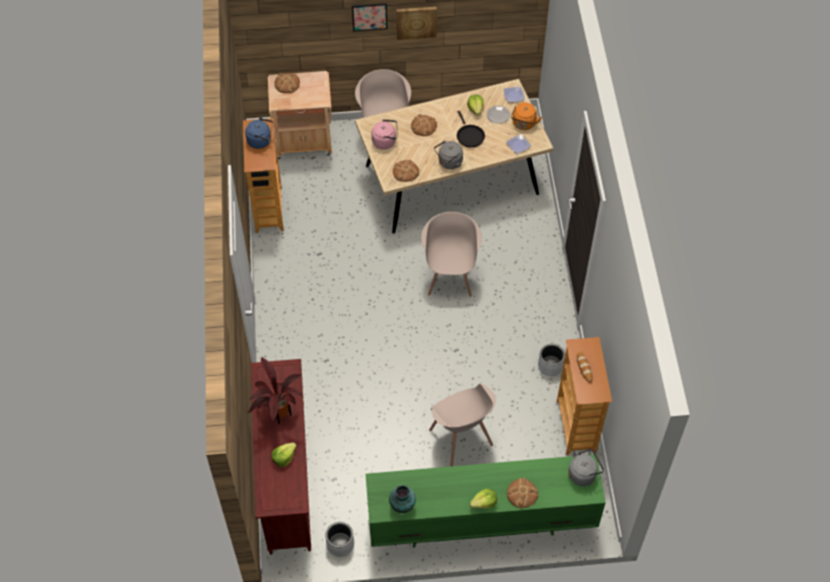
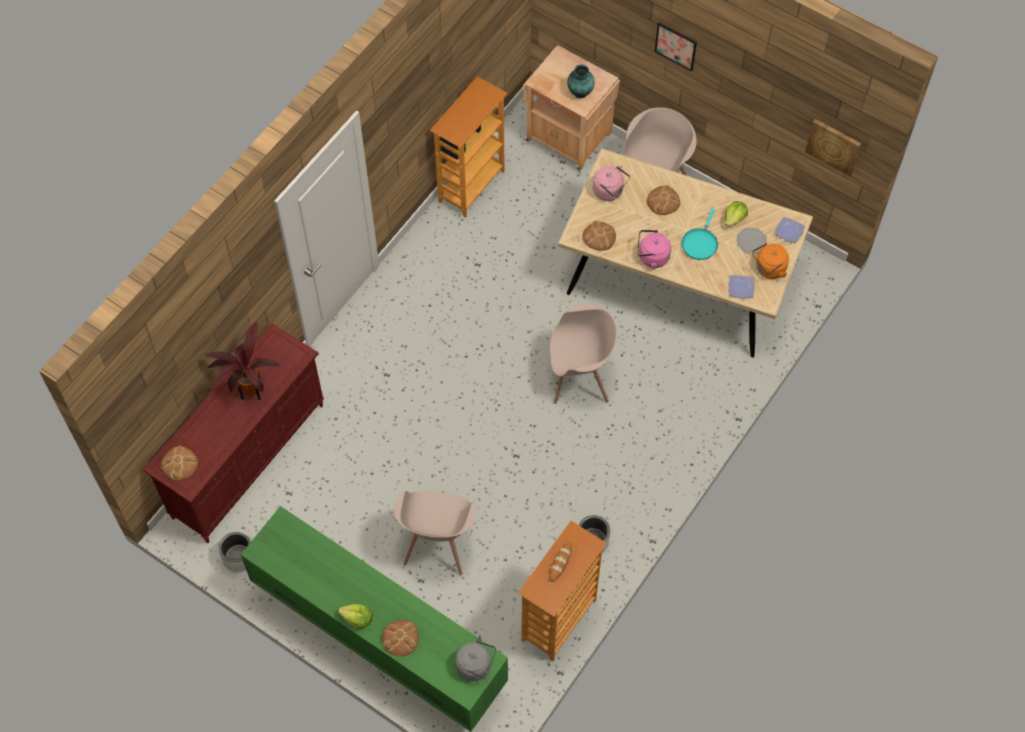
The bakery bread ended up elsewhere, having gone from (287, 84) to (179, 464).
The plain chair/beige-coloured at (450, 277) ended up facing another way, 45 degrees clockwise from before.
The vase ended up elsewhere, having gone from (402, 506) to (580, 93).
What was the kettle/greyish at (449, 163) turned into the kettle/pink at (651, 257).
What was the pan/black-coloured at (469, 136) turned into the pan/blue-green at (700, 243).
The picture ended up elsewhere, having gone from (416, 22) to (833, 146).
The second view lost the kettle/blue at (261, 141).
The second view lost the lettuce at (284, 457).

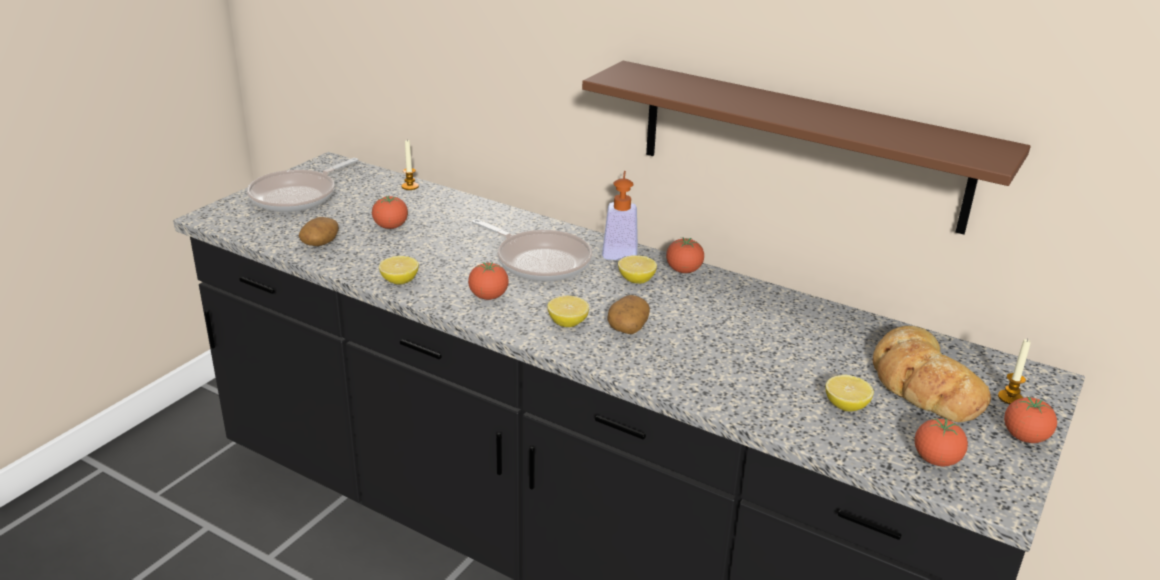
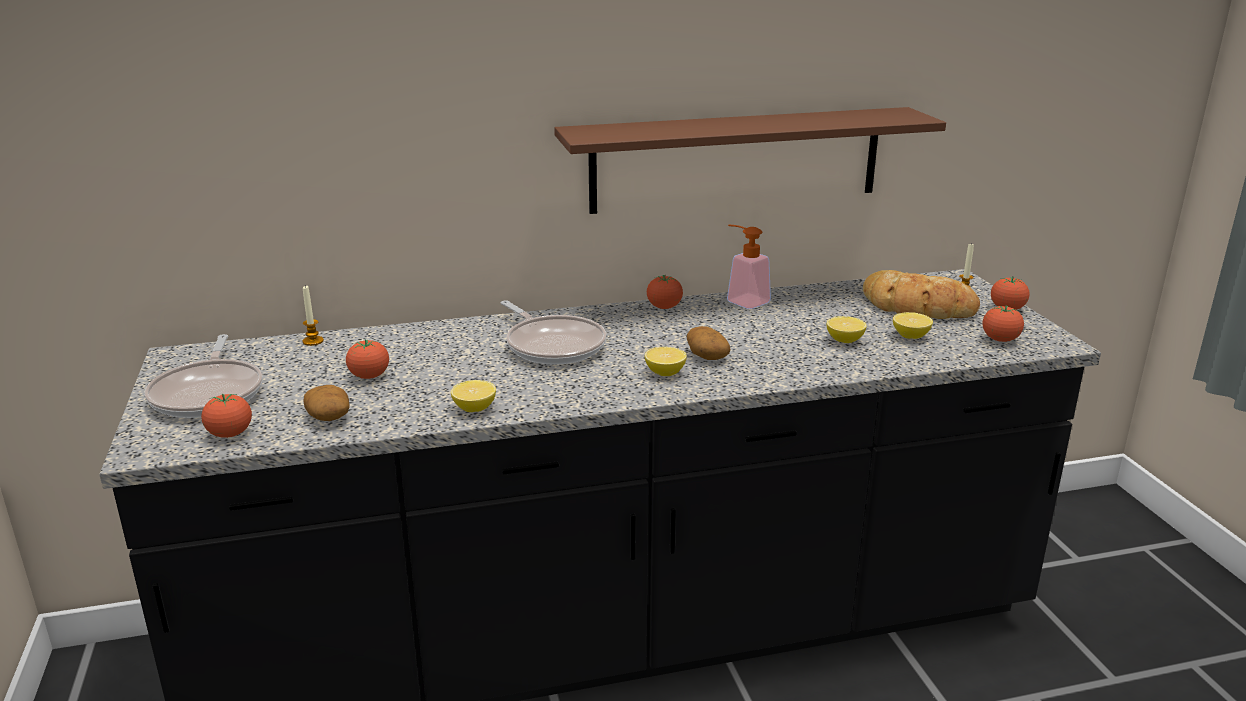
The whole tomato ended up elsewhere, having gone from (488, 297) to (230, 434).
The pan at (539, 261) ended up facing another way, 60 degrees clockwise from before.
The soap dispenser ended up elsewhere, having gone from (620, 250) to (743, 300).
The citrus fruit ended up elsewhere, having gone from (636, 280) to (844, 340).

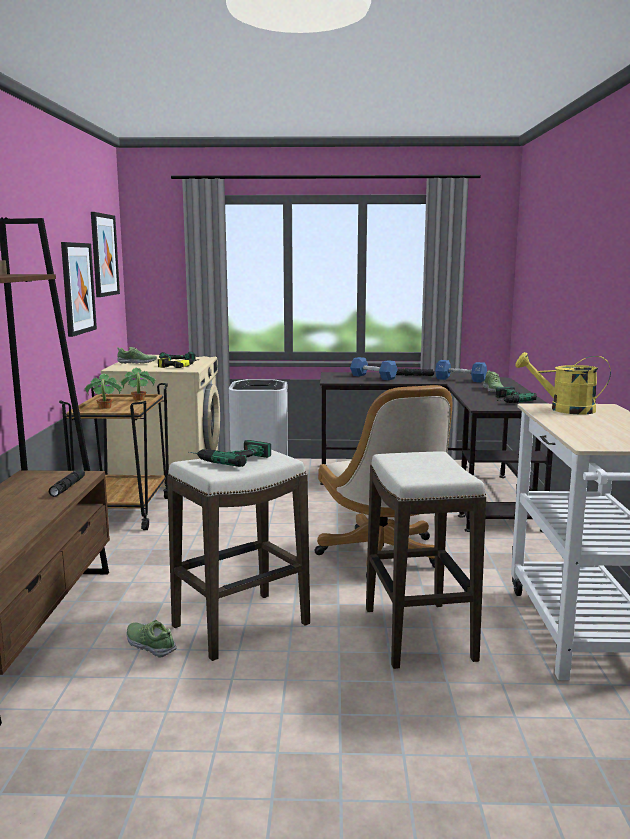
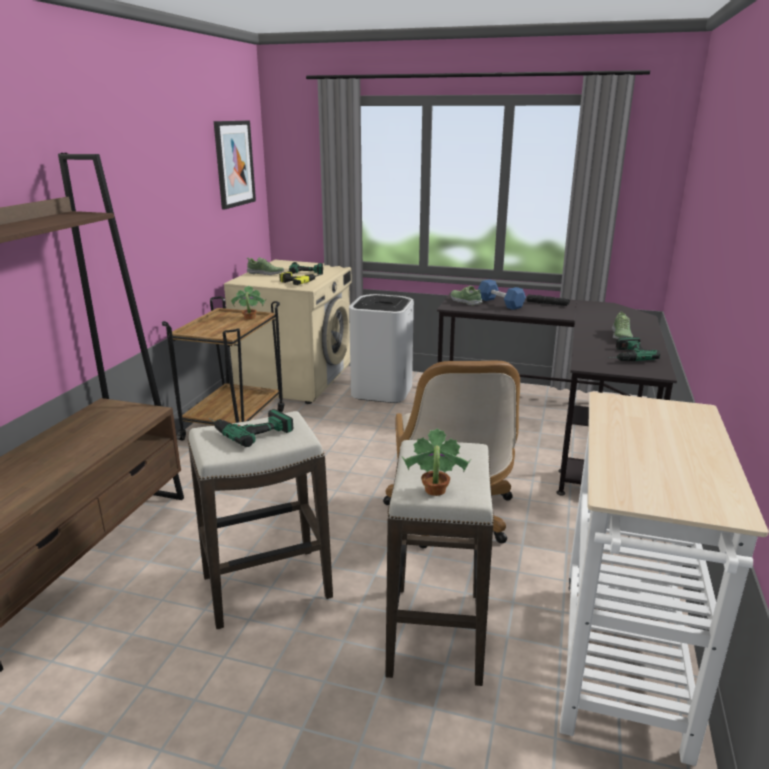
The plant in a pot ended up elsewhere, having gone from (104, 407) to (434, 490).
The low shoe ended up elsewhere, having gone from (150, 645) to (465, 301).
The second view lost the hand torch/black-coloured at (68, 487).
The second view lost the picture at (77, 288).
The second view lost the dumbbell/blue at (460, 380).
The second view lost the watering can/yellow at (564, 409).

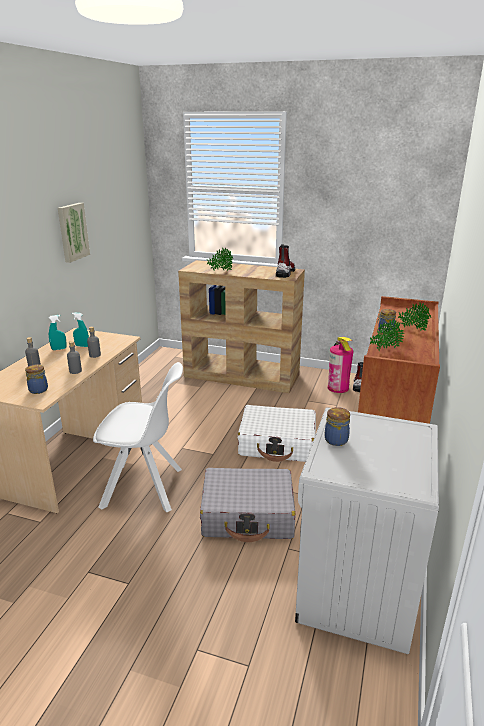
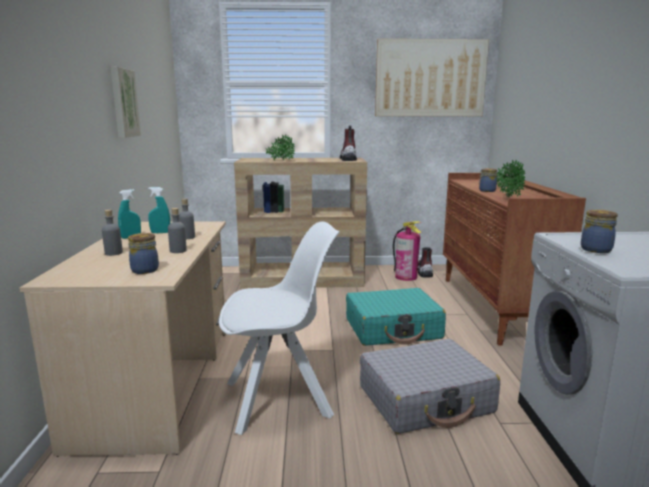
What was the piece of luggage/white-coloured at (277, 443) turned into the piece of luggage/blue-green at (393, 329).
The second view gained the picture at (430, 78).

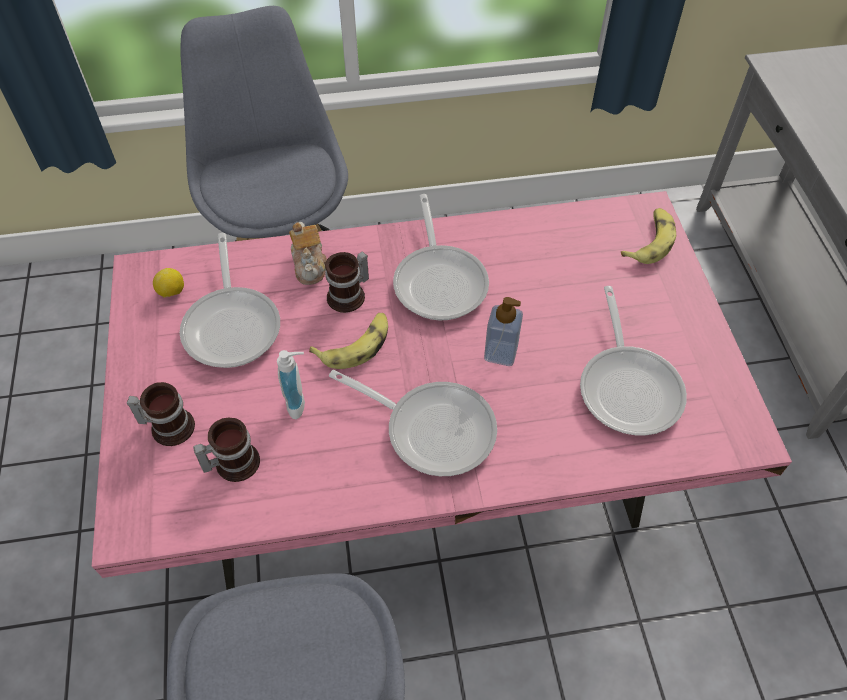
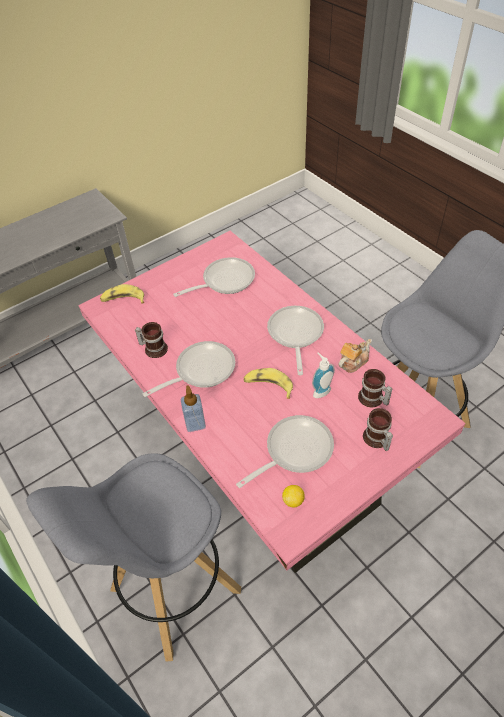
The mug ended up elsewhere, having gone from (350, 296) to (154, 348).
The soap dispenser ended up elsewhere, having gone from (500, 353) to (195, 423).
The teapot ended up elsewhere, having gone from (310, 265) to (353, 362).

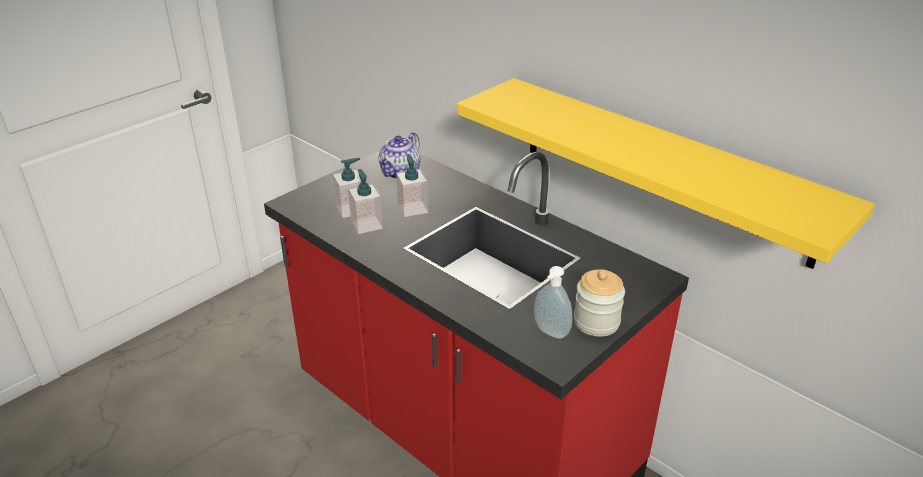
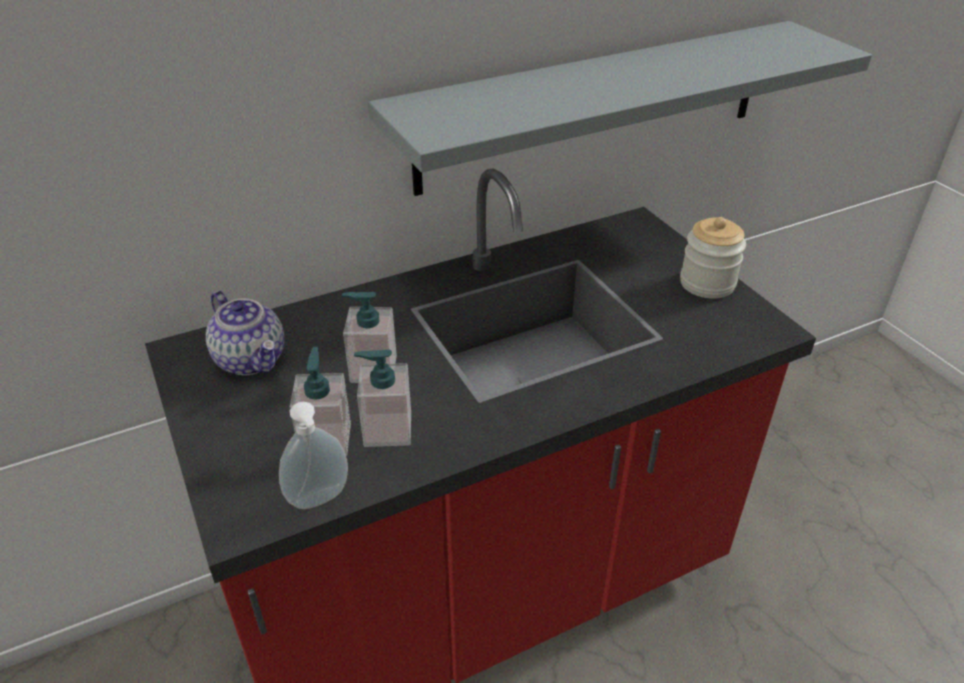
The soap dispenser ended up elsewhere, having gone from (550, 333) to (320, 500).
What was the wall shelf/yellow at (661, 168) turned into the wall shelf/greyish at (596, 106).

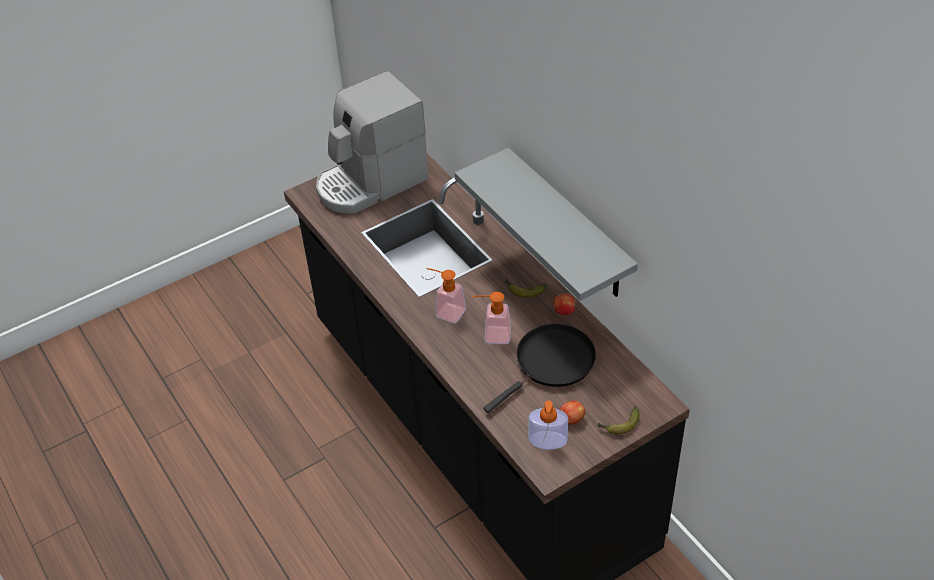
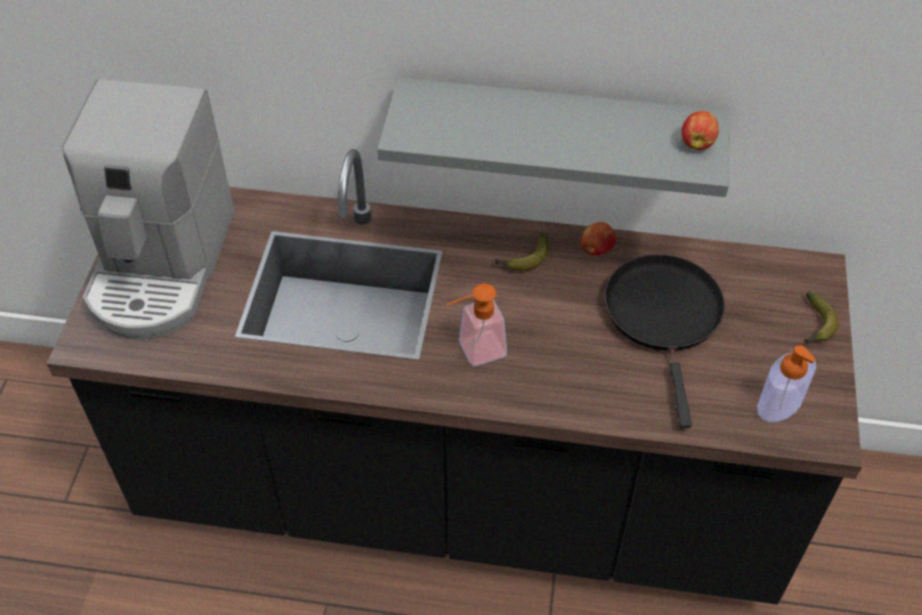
The whole apple ended up elsewhere, having gone from (572, 419) to (697, 143).
The second view lost the soap dispenser at (492, 335).

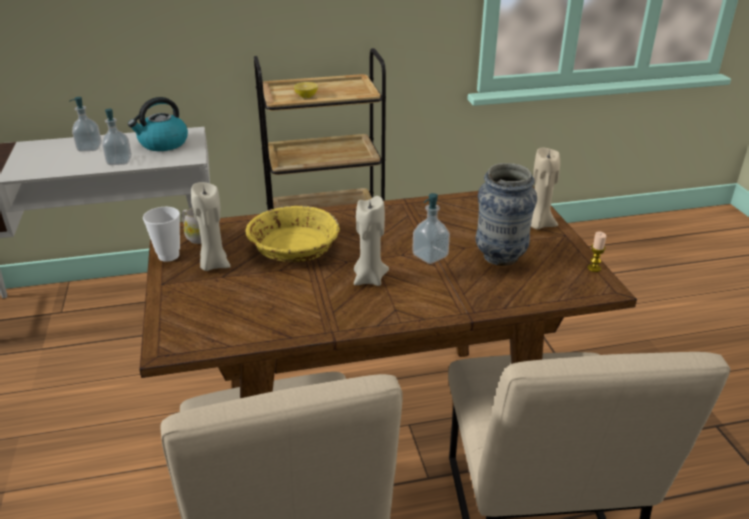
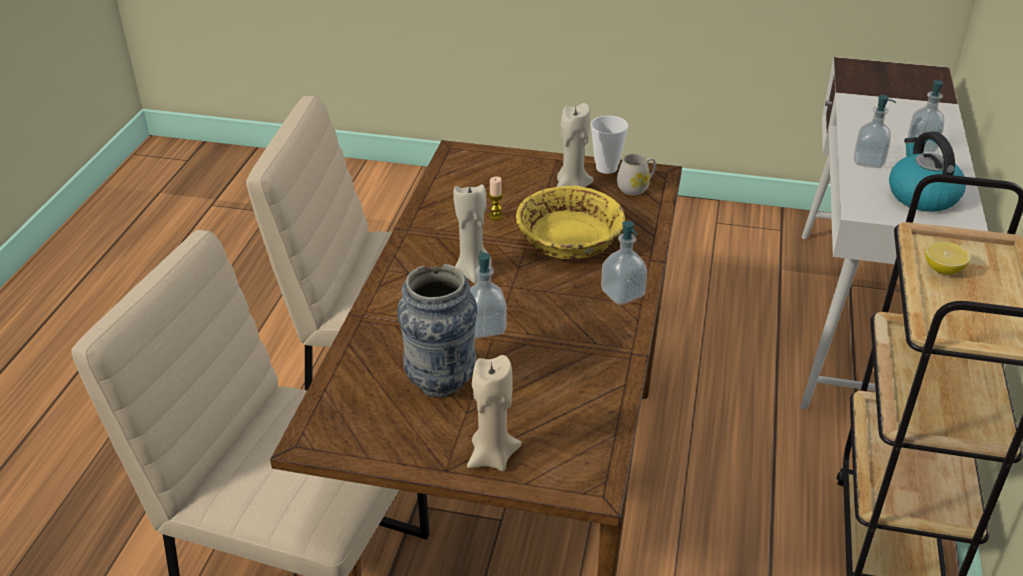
The wax light ended up elsewhere, having gone from (594, 268) to (495, 216).
The second view gained the soap dispenser at (622, 294).

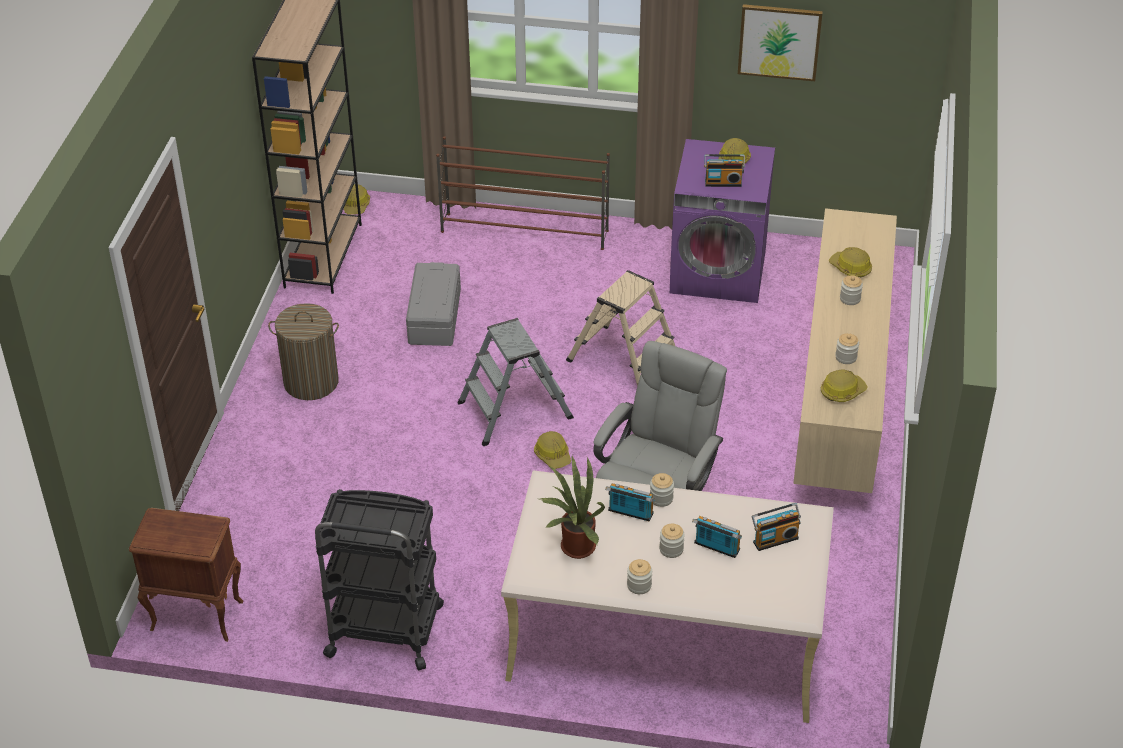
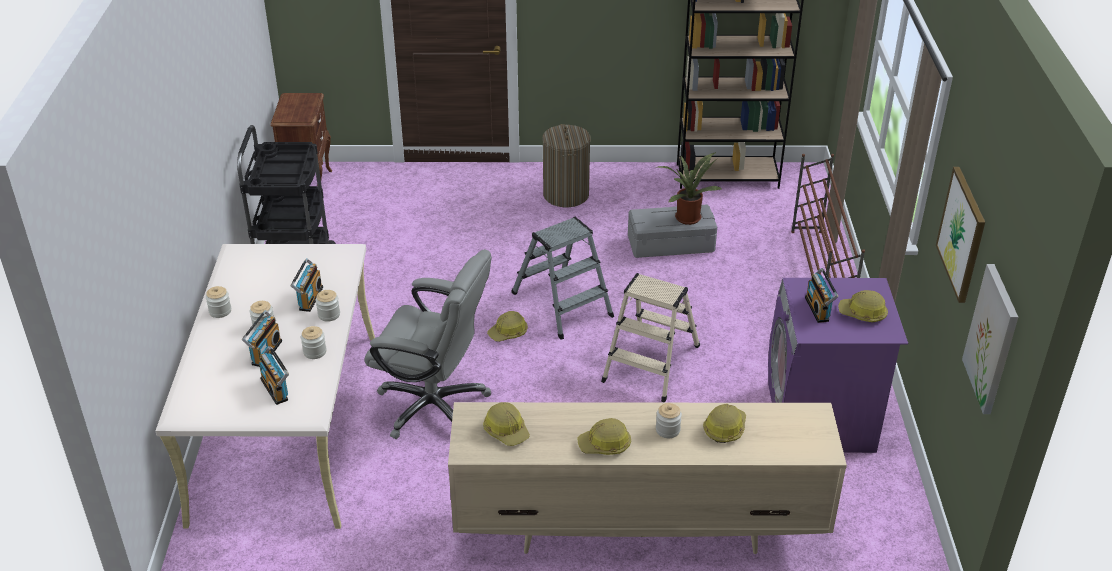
The jar ended up elsewhere, having gone from (846, 357) to (315, 352).
The work helmet ended up elsewhere, having gone from (355, 205) to (605, 445).
The plant in a pot ended up elsewhere, having gone from (574, 547) to (687, 216).
The second view gained the picture at (992, 339).

